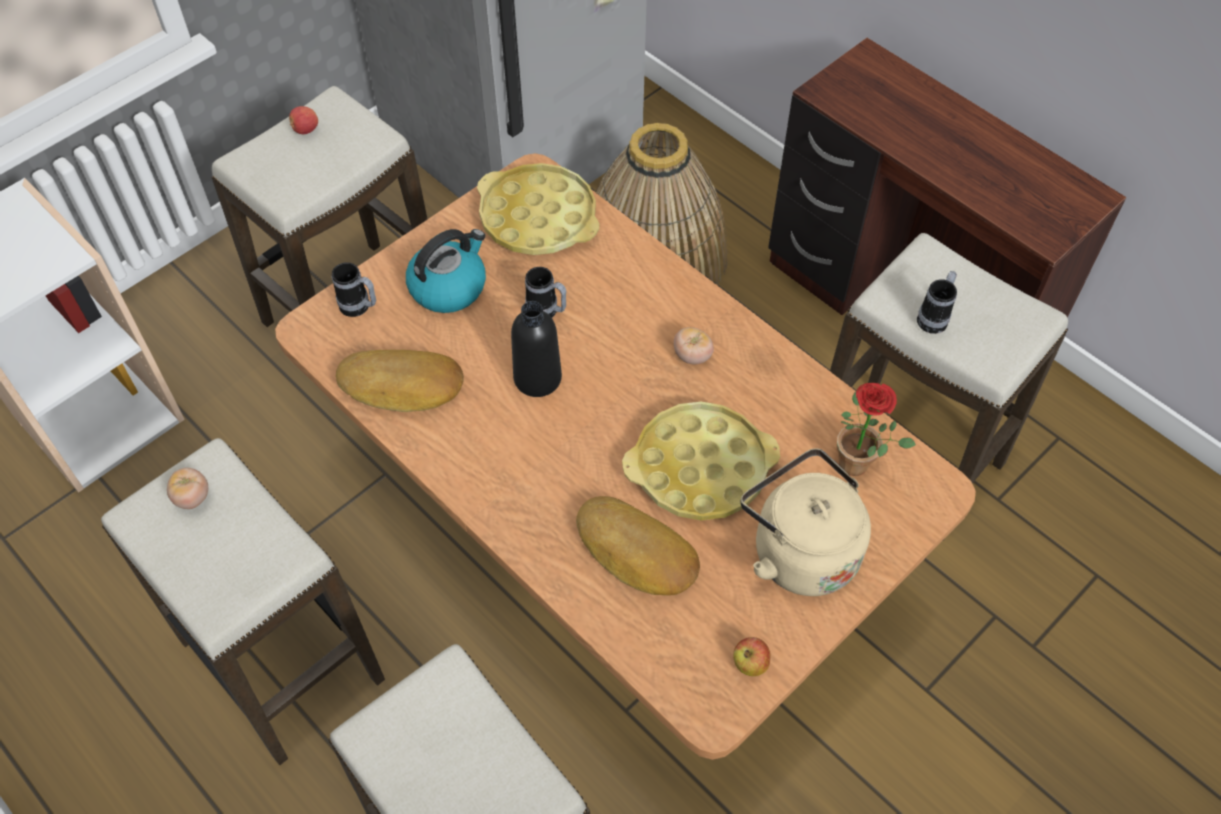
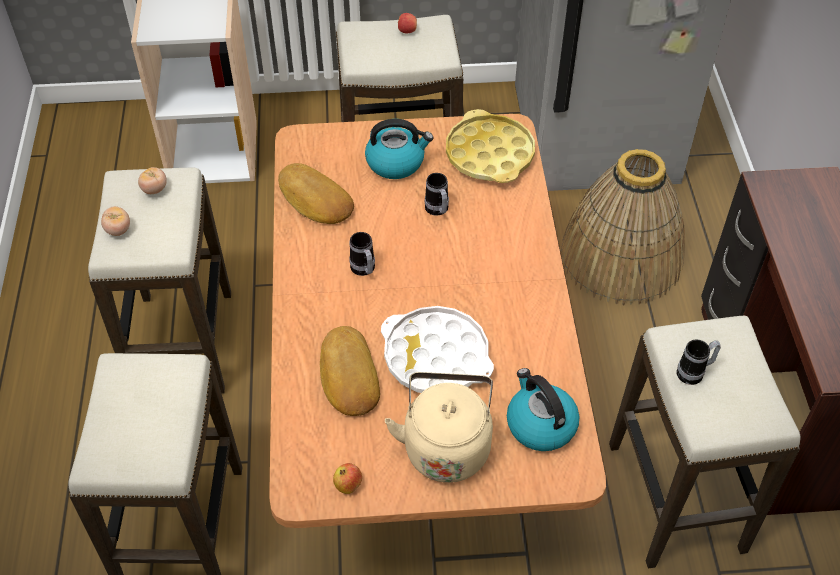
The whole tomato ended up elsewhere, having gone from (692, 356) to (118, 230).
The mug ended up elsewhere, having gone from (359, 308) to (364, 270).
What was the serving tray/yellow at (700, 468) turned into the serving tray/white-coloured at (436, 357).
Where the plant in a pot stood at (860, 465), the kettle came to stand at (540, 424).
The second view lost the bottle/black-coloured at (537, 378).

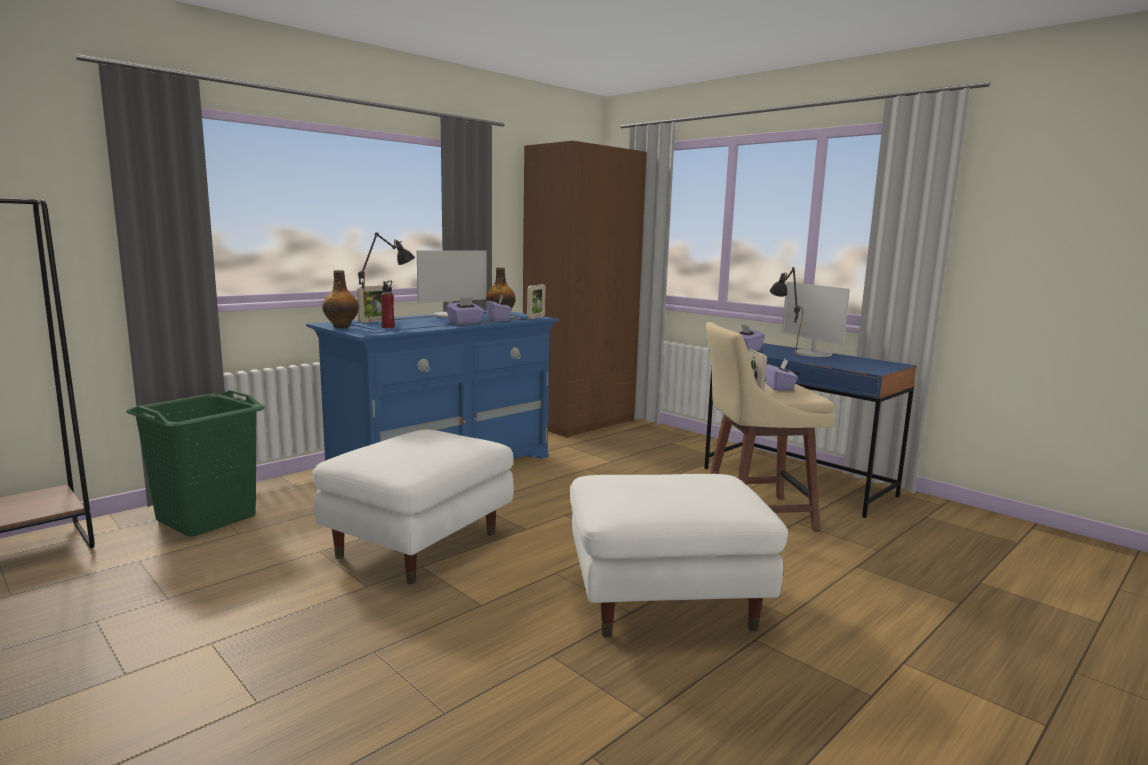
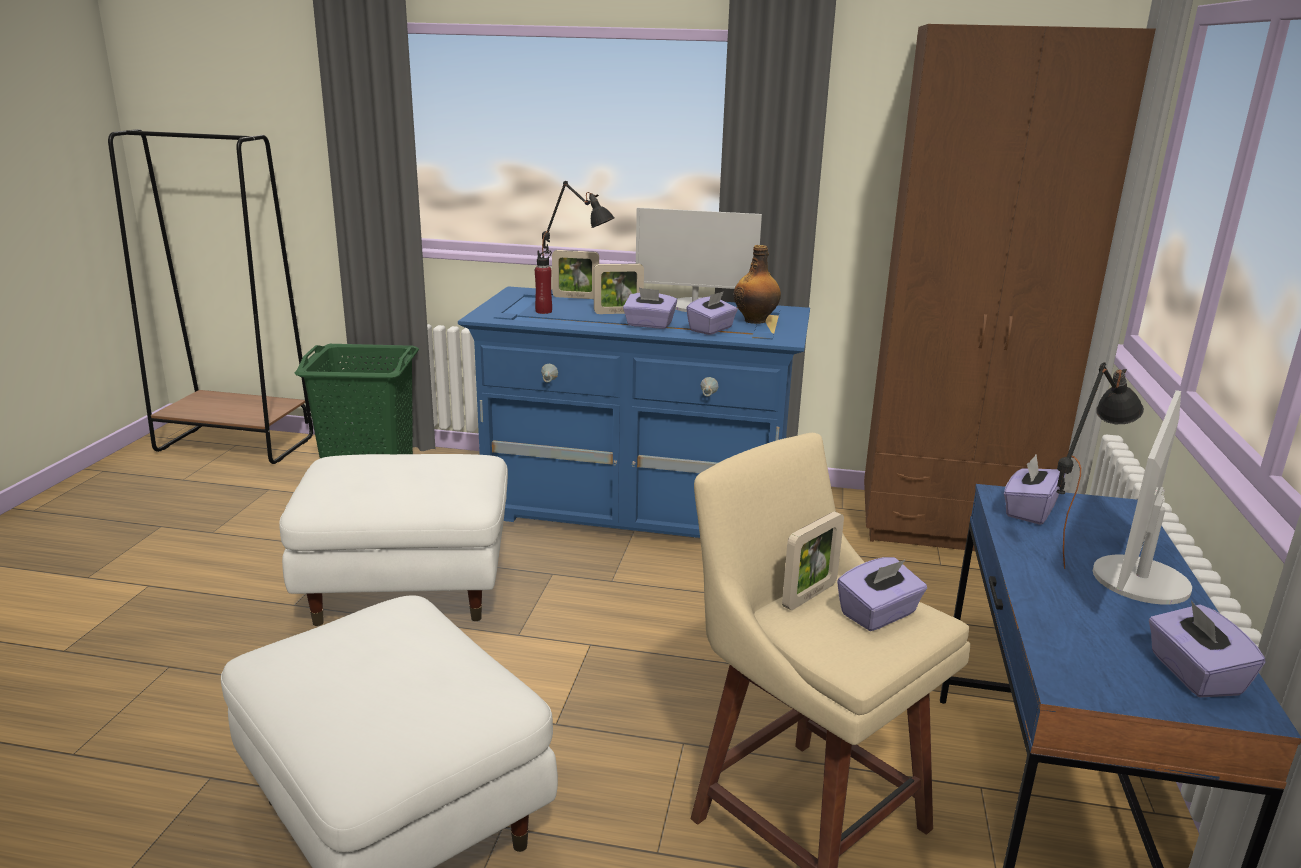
The photo frame ended up elsewhere, having gone from (536, 317) to (618, 313).
The second view gained the box of tissues/purplish at (1193, 674).
The second view lost the bottle at (342, 326).

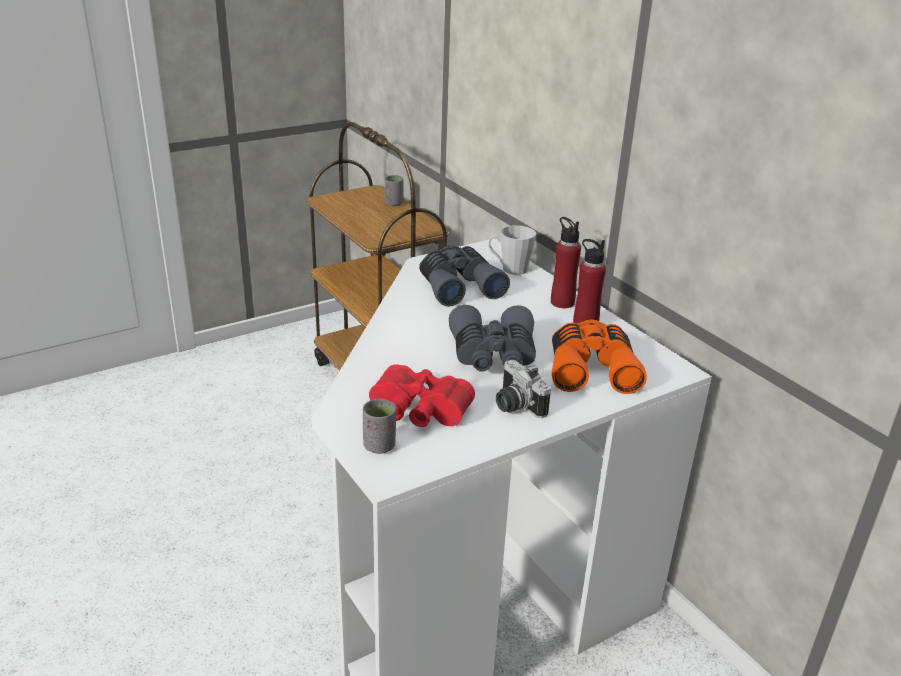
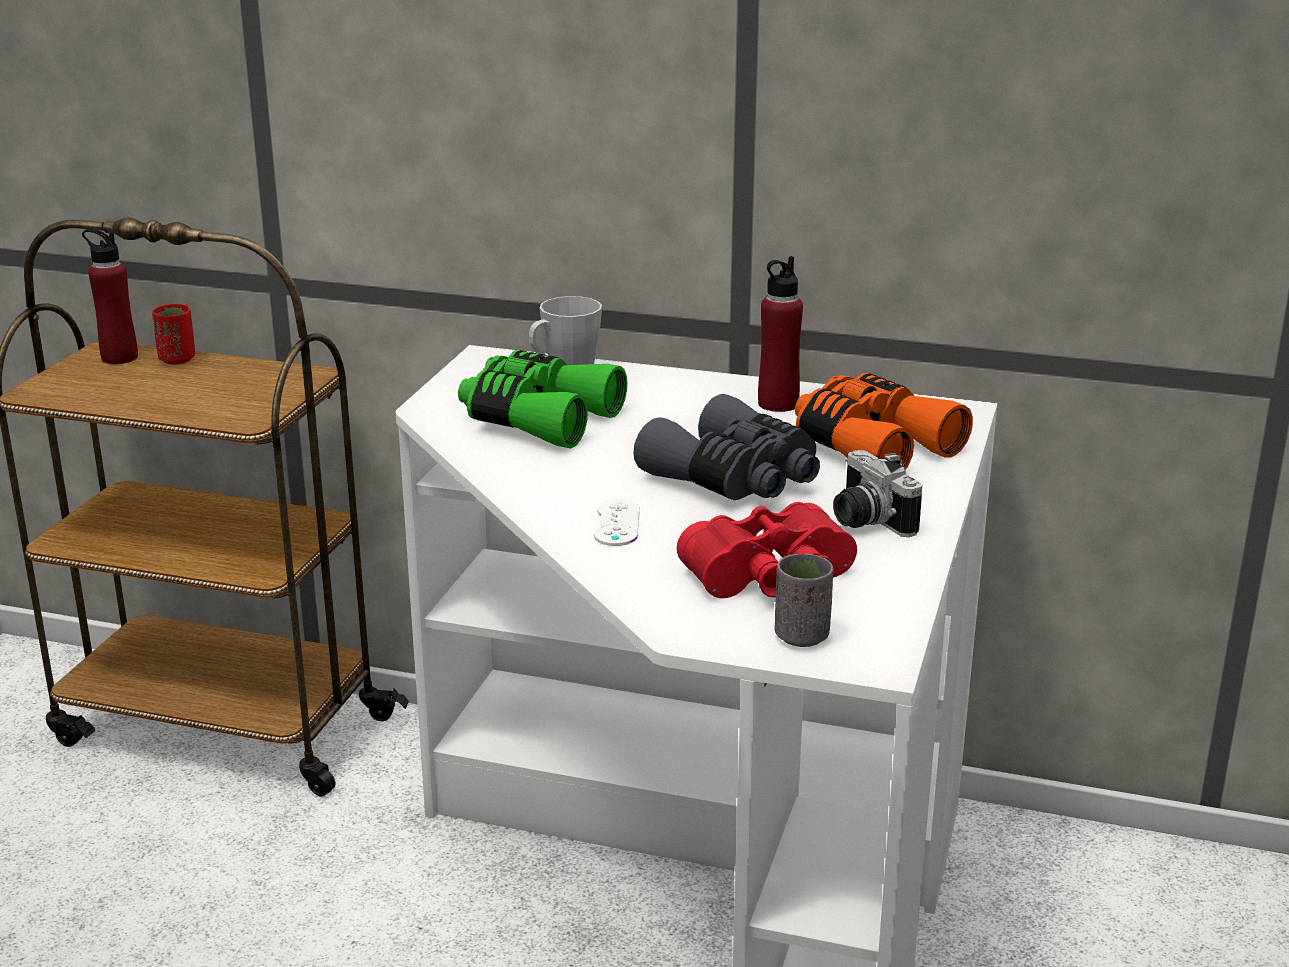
The bottle/red-coloured ended up elsewhere, having gone from (562, 302) to (119, 357).
What was the small cup/greyish at (394, 203) turned into the small cup/red-coloured at (177, 359).
What was the binoculars/greyish at (458, 286) turned into the binoculars/greenish at (537, 419).
The second view gained the joypad/white-coloured at (617, 523).
The photo camera at (515, 405) ended up facing another way, 45 degrees clockwise from before.

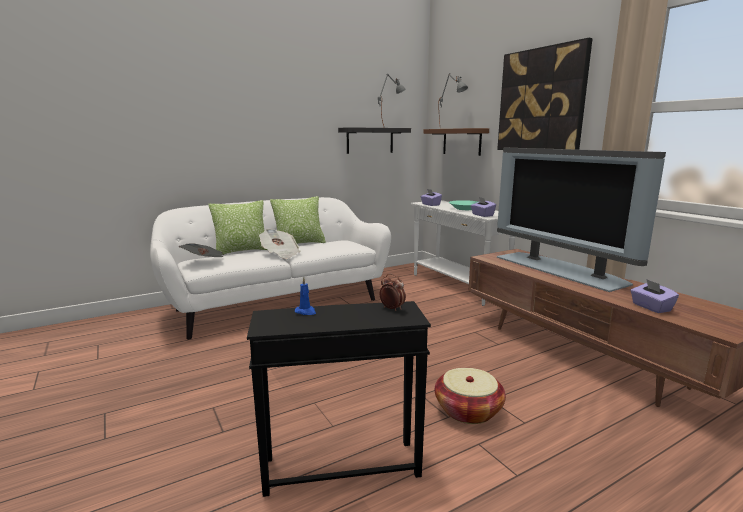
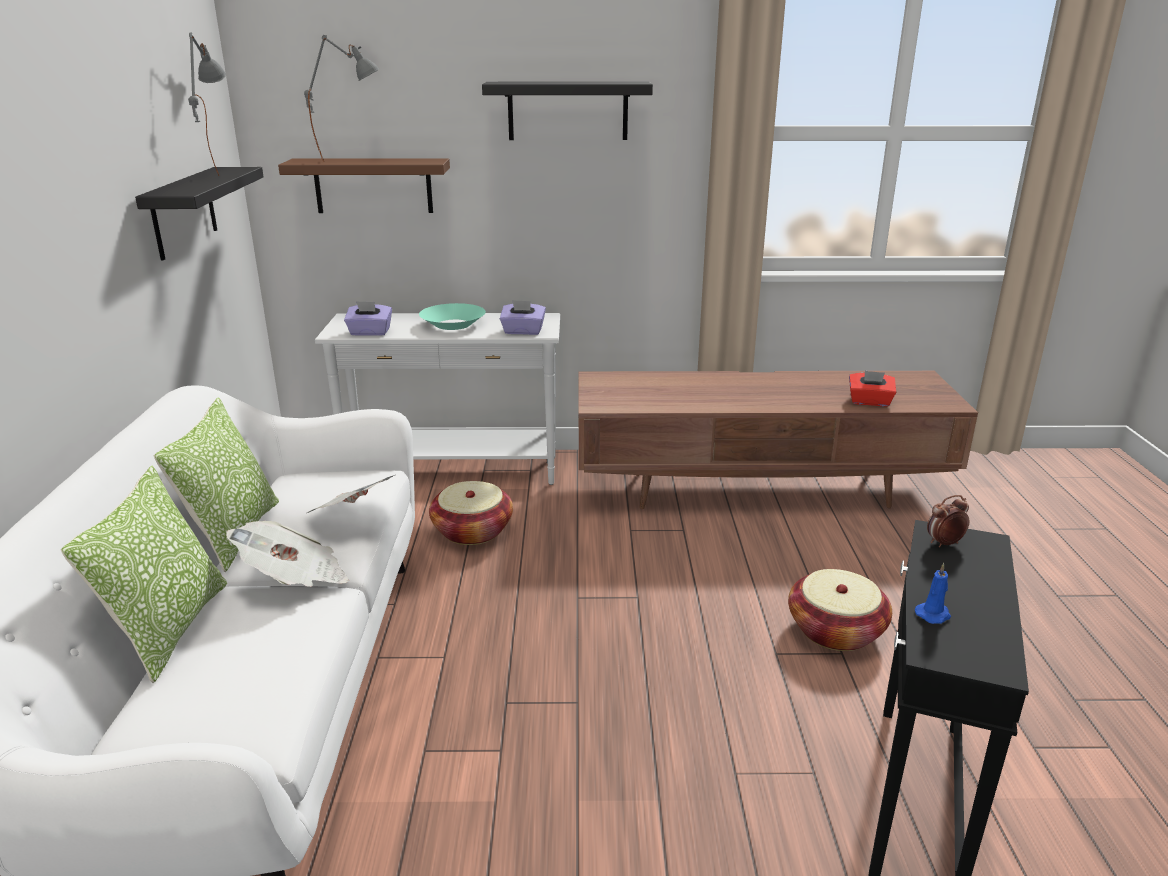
The printed paper ended up elsewhere, having gone from (205, 262) to (351, 516).
The second view gained the basket at (472, 531).
Where the picture hung at (541, 100), the wall shelf/black-coloured came to hang at (568, 111).
What was the box of tissues/purplish at (651, 307) turned into the box of tissues/red-coloured at (869, 402).
The second view lost the television at (560, 269).

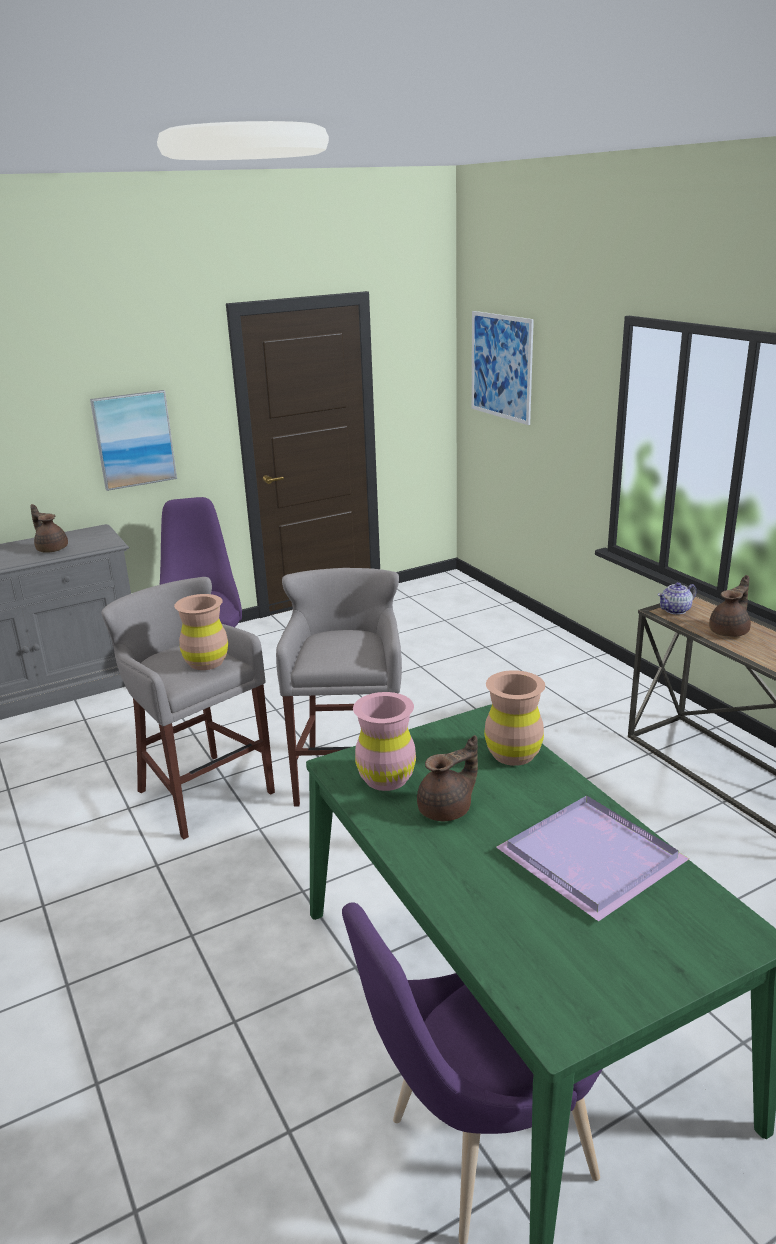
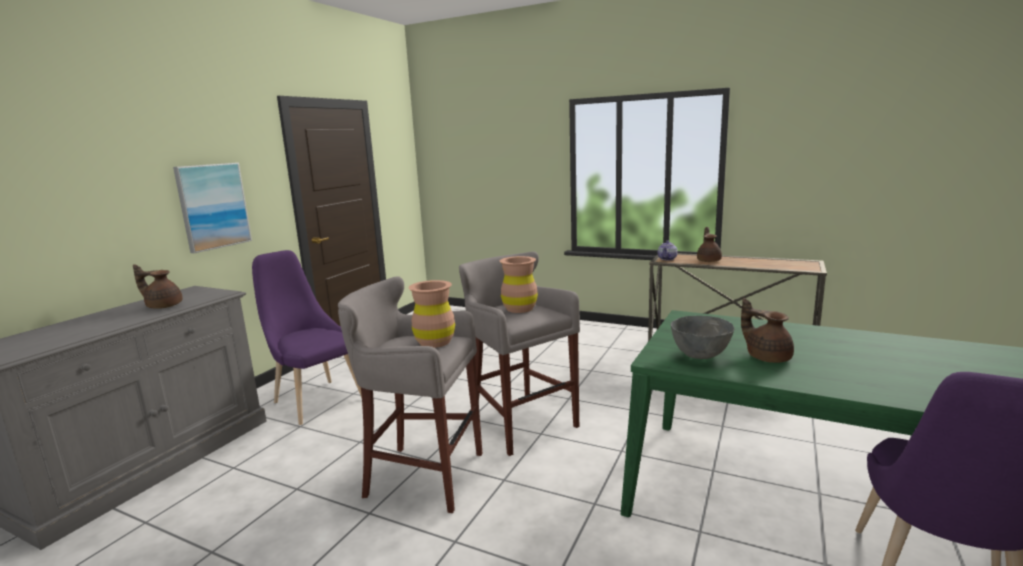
The vase/brown ended up elsewhere, having gone from (513, 754) to (519, 309).
Where the vase/pink stood at (386, 778), the serving bowl/greyish came to stand at (699, 356).
The teapot/brown at (447, 809) ended up facing another way, 60 degrees counterclockwise from before.
The second view lost the picture at (501, 366).
The second view lost the serving tray/purplish at (594, 858).

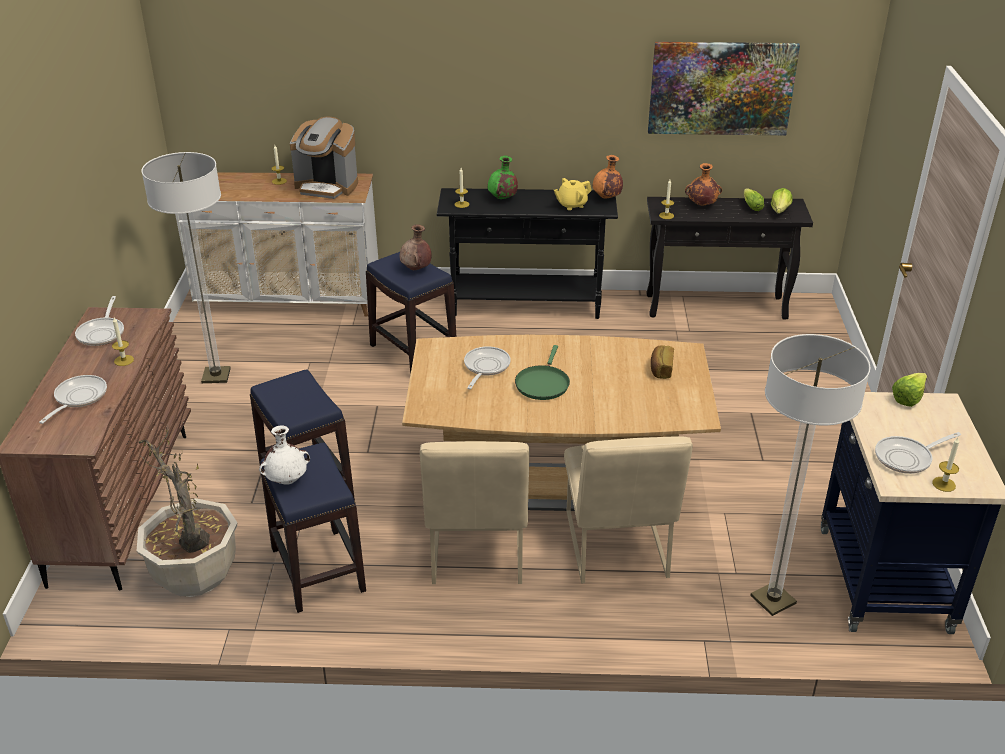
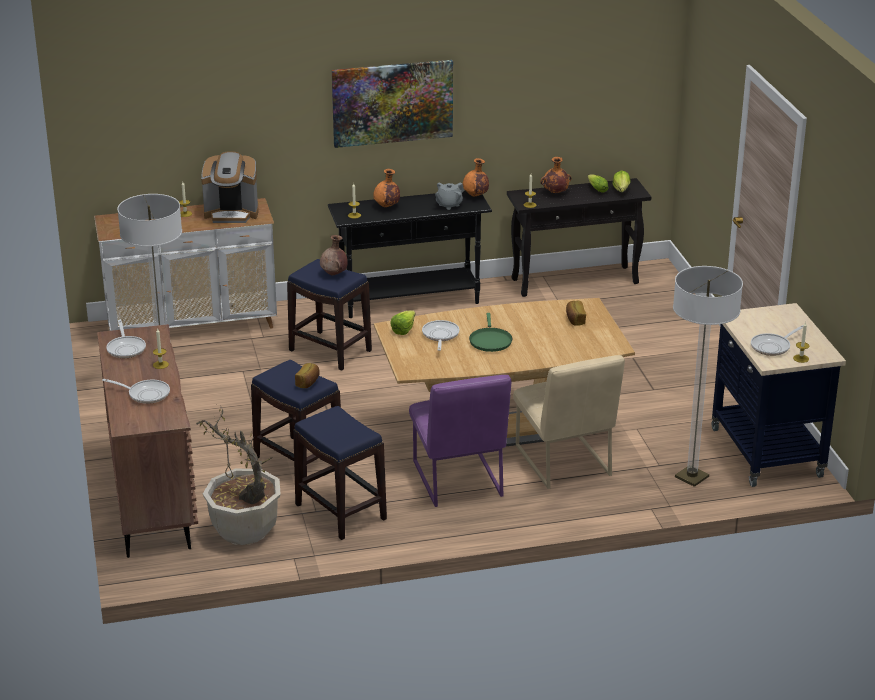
The pan at (78, 398) ended up facing another way, 105 degrees clockwise from before.
The second view gained the bakery bread at (308, 382).
The picture ended up elsewhere, having gone from (721, 88) to (392, 103).
What was the vase/greenish at (502, 198) turned into the vase/orange at (387, 206).
The lettuce ended up elsewhere, having gone from (911, 397) to (406, 329).
What was the plain chair/beige-coloured at (476, 549) turned into the plain chair/purplish at (457, 480).
What was the teapot/yellow at (571, 205) turned into the teapot/greyish at (448, 205).
The second view lost the vase/white-coloured at (287, 480).

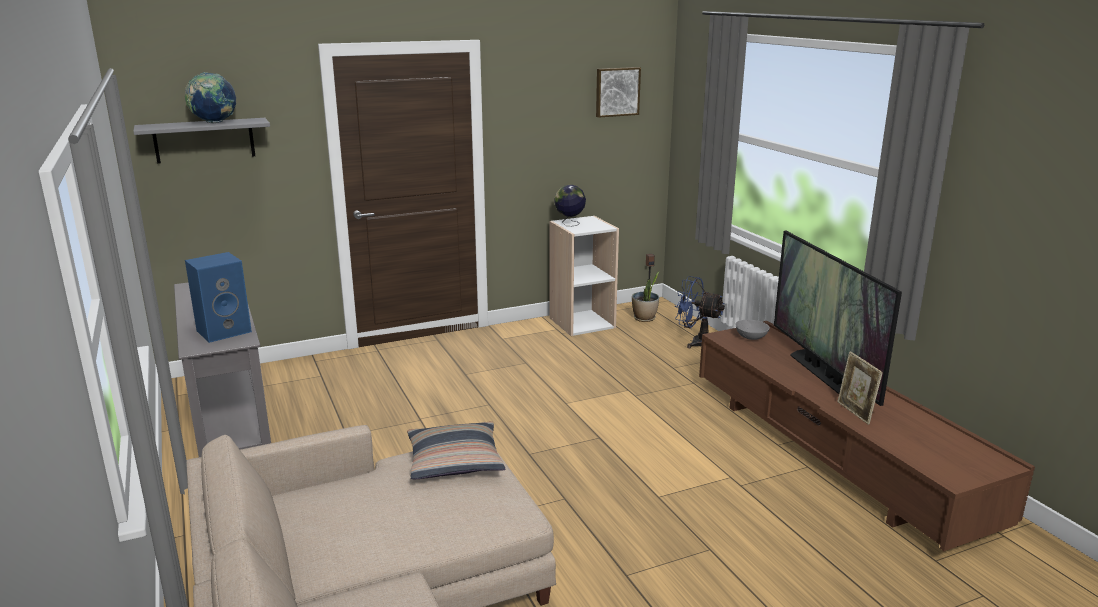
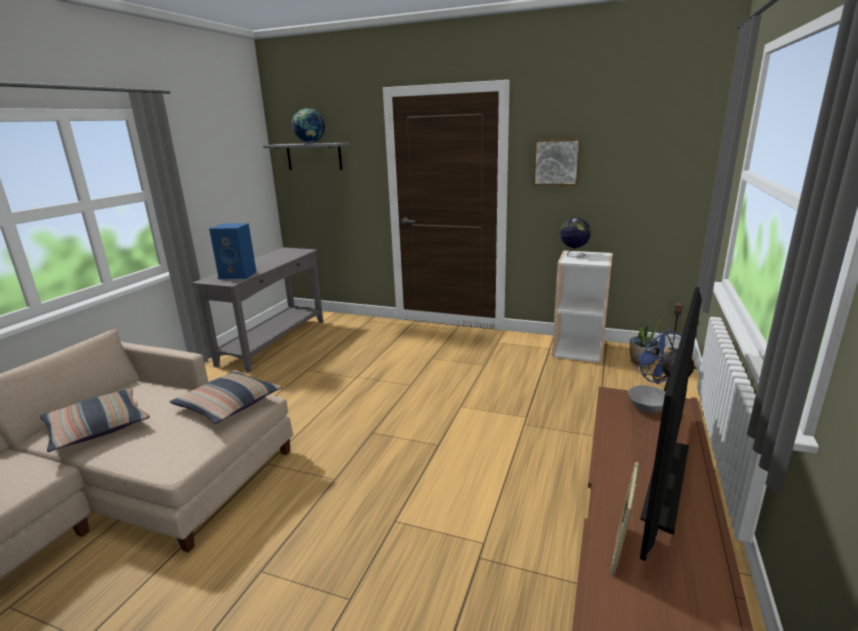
The second view gained the pillow at (97, 427).
The picture ended up elsewhere, having gone from (617, 91) to (556, 162).

